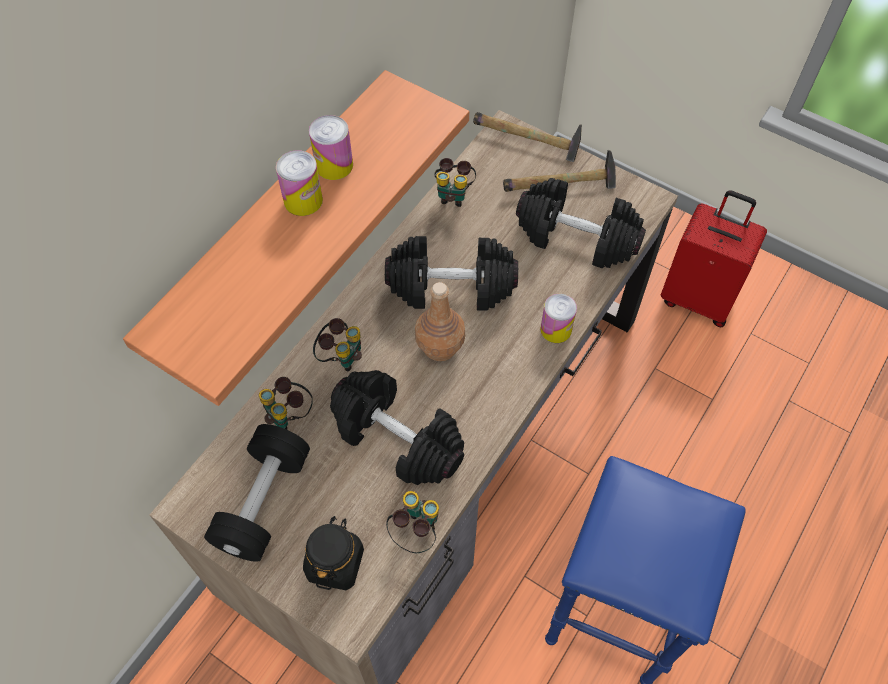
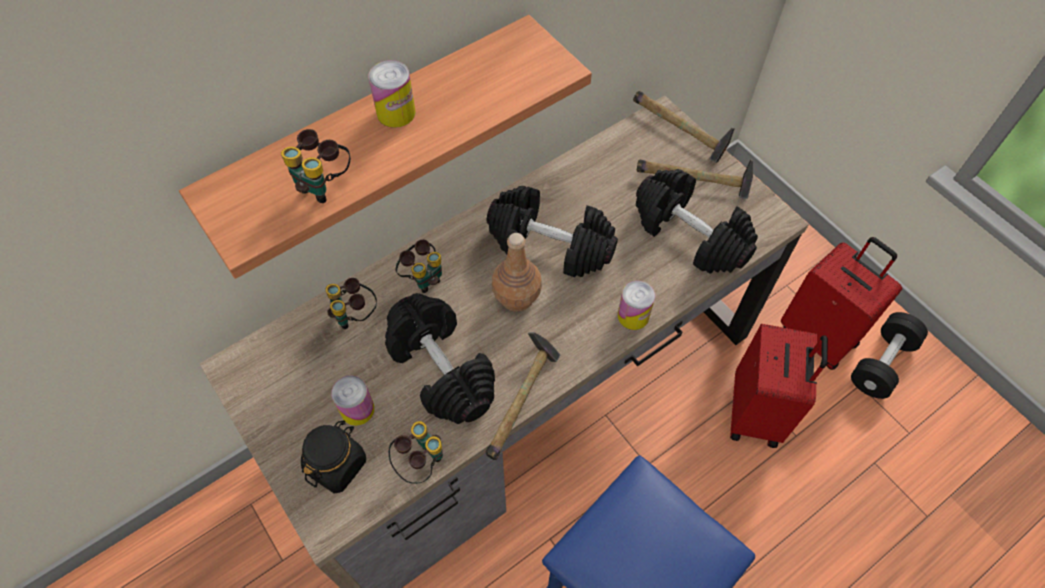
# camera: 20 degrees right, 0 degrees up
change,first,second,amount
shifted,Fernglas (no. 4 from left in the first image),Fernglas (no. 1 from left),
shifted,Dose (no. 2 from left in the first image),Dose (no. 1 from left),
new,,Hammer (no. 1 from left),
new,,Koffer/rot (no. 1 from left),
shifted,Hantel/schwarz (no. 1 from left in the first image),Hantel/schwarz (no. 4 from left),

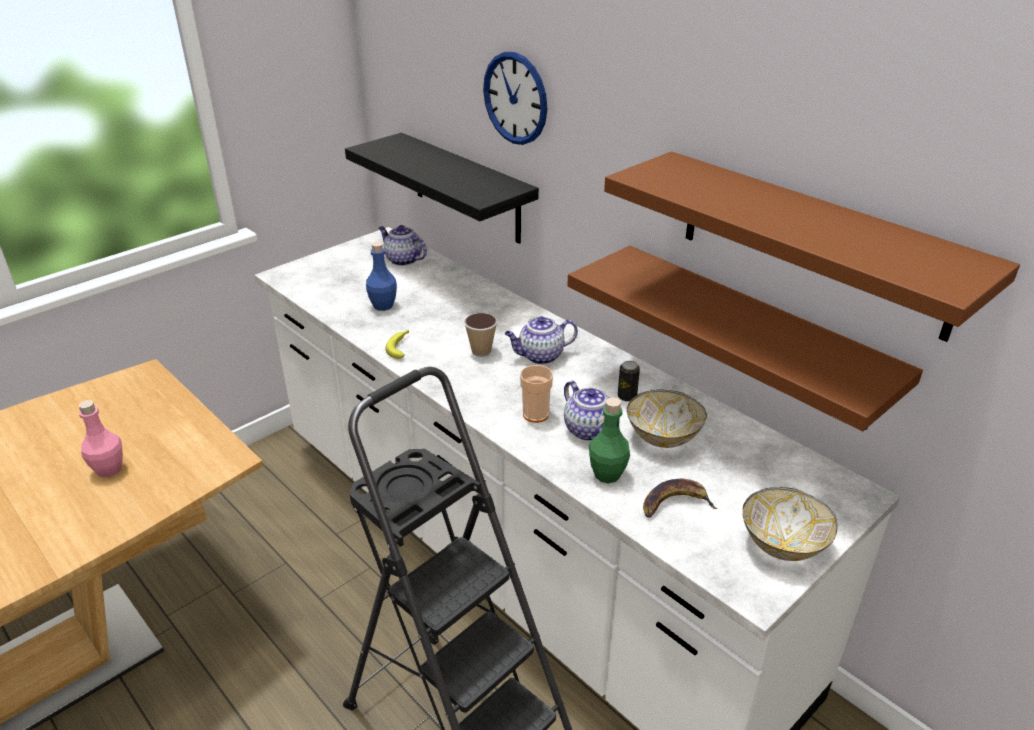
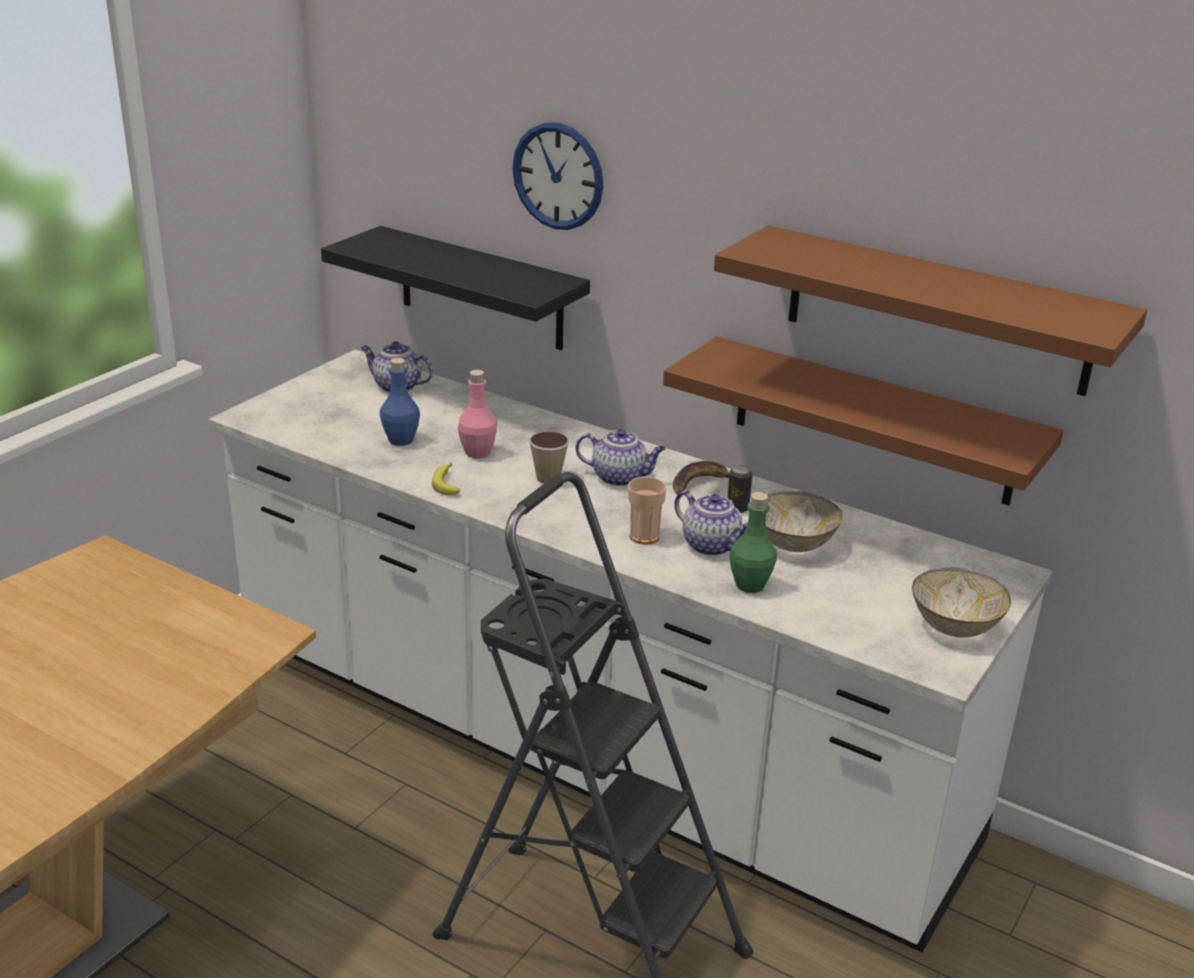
# camera: 15 degrees left, 5 degrees down
change,first,second,amount
shifted,Flasche/rosa,,
rotated,Teekanne (no. 2 from left),,135 degrees counterclockwise
shifted,Banane (no. 2 from left),,

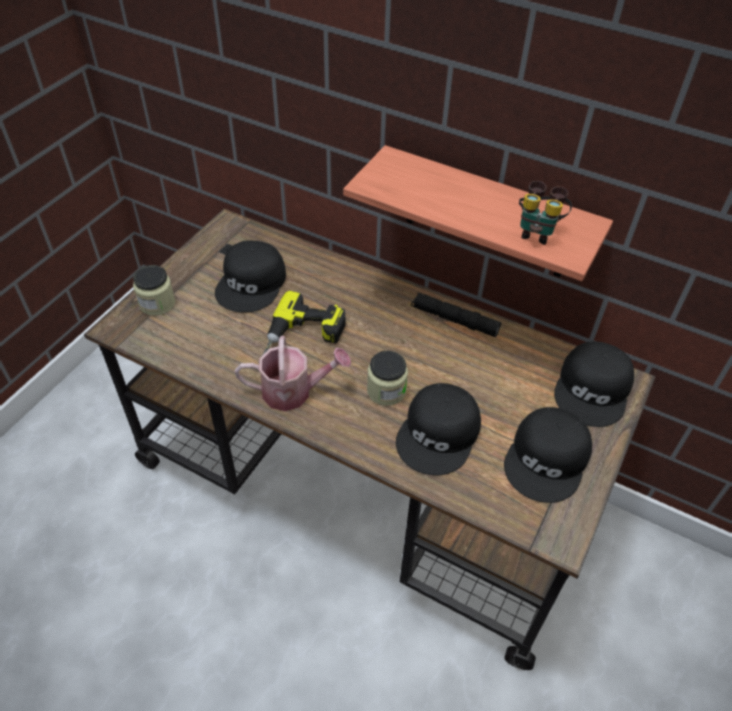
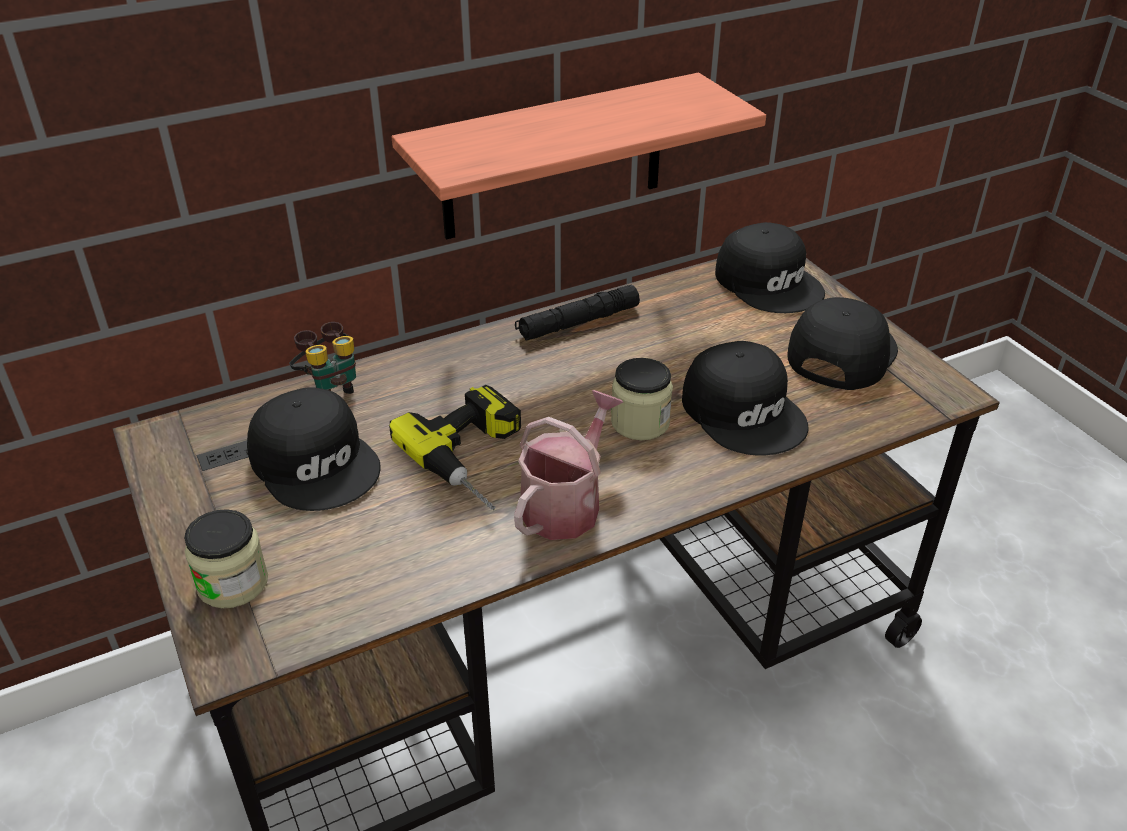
# camera: 55 degrees left, 10 degrees down
change,first,second,amount
shifted,Fernglas,,
rotated,Kappe/schwarz (no. 3 from left in the first image),Kappe/schwarz (no. 4 from left),120 degrees counterclockwise

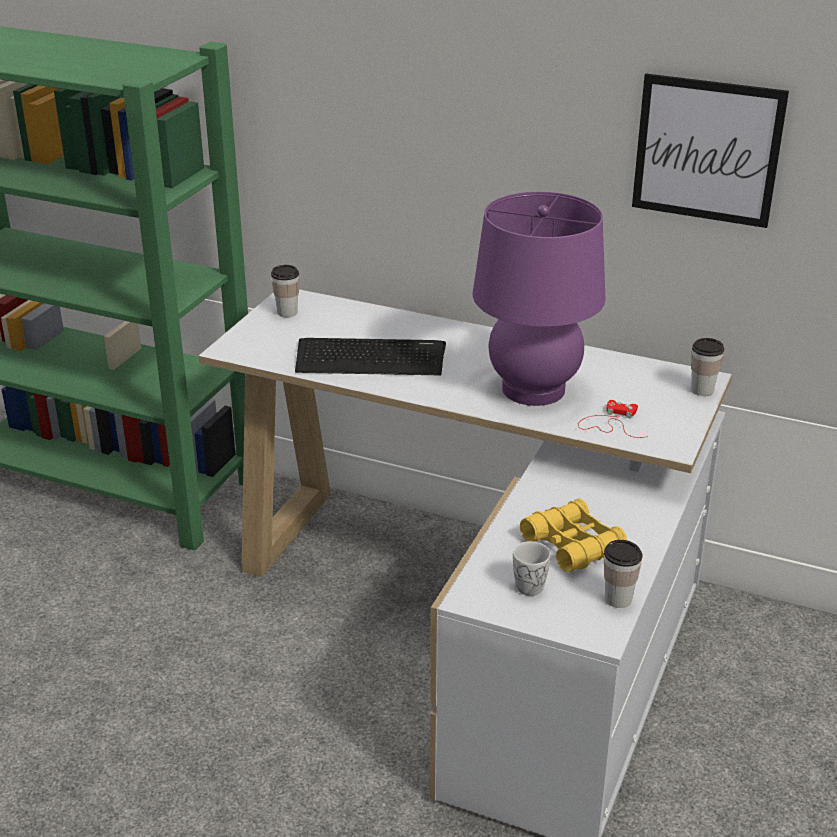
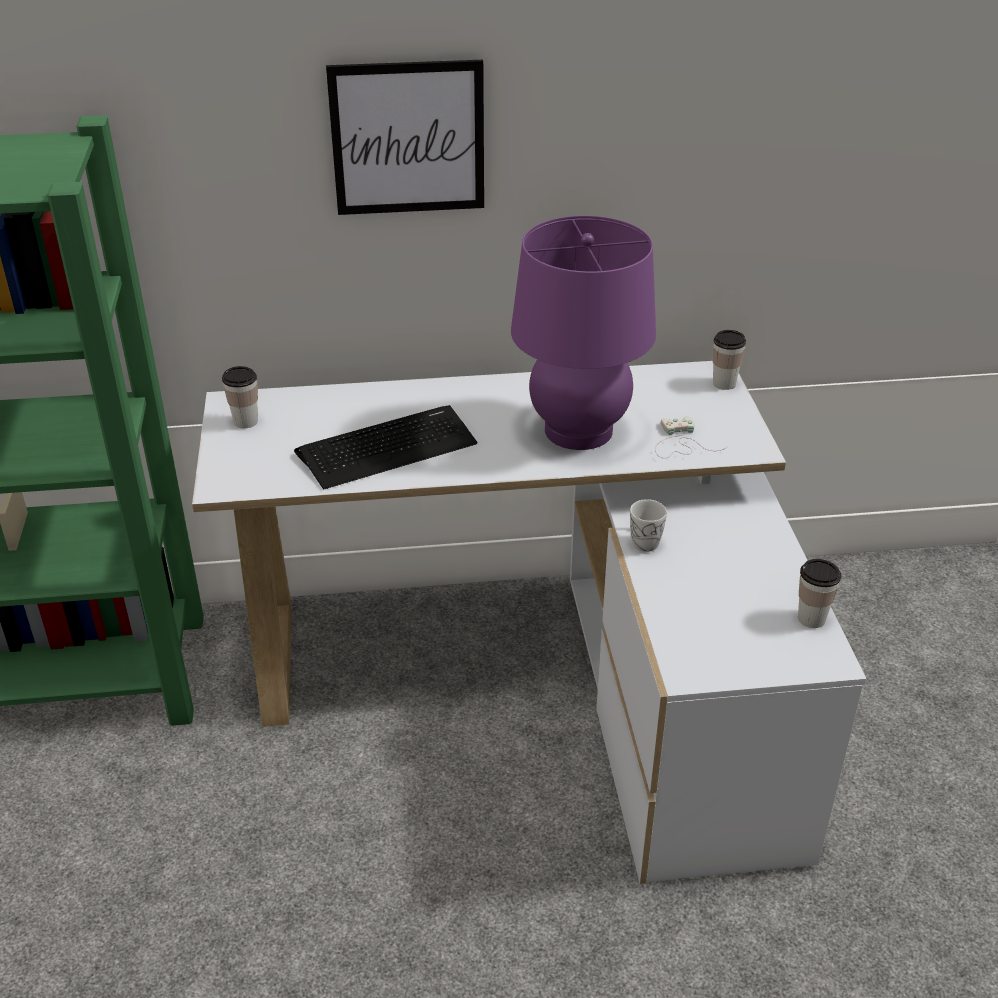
# camera: 30 degrees left, 5 degrees up
change,first,second,amount
shifted,Bild,,
shifted,Henkelbecher/weiß,,
repainted,Gamepad/rot,Gamepad/weiß,
gone,Fernglas/gelb,,

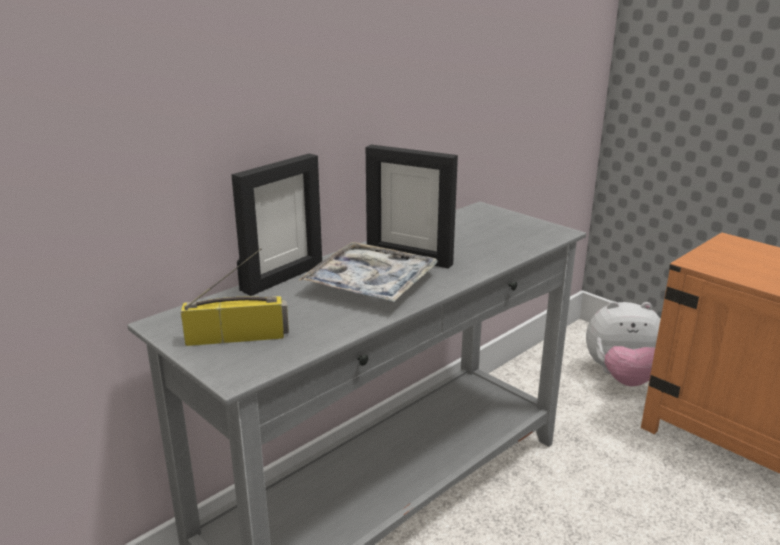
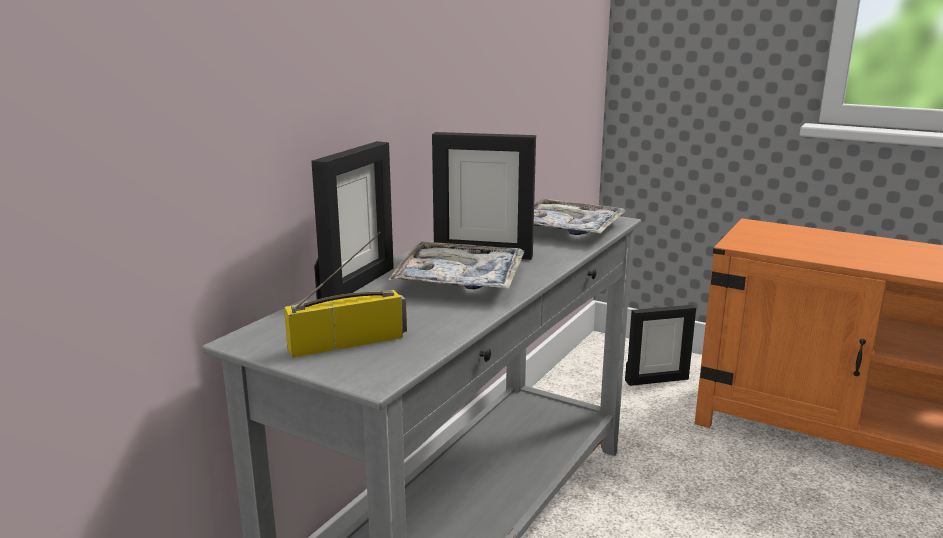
# camera: 15 degrees left, 5 degrees down
change,first,second,amount
new,,Tablett (no. 2 from left),
swapped,Plüschtier,Bilderrahmen (no. 3 from left),

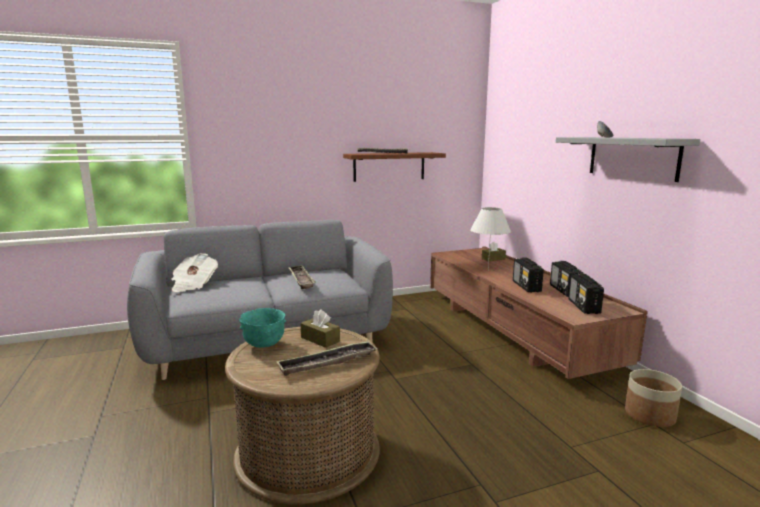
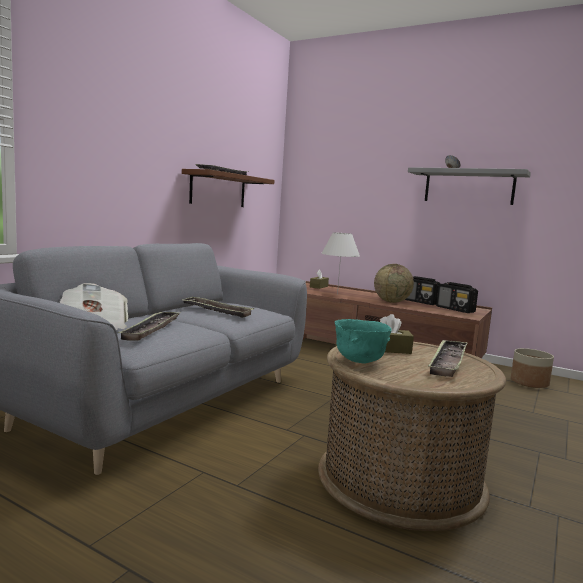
# camera: 40 degrees left, 5 degrees down
change,first,second,amount
new,,Tablett (no. 1 from left),
swapped,Radio (no. 1 from left),Globus,

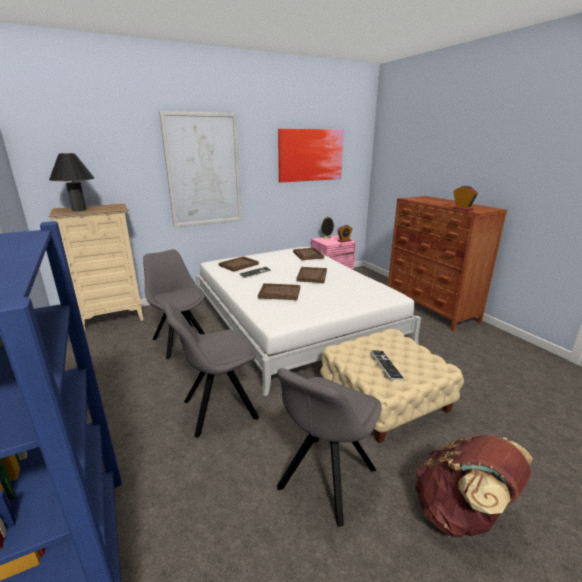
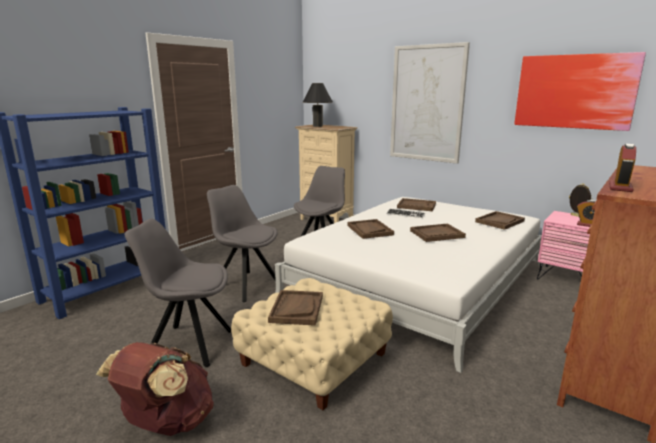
# camera: 65 degrees right, 5 degrees down
change,first,second,amount
swapped,Tastatur (no. 2 from left),Tablett/braun (no. 1 from left),

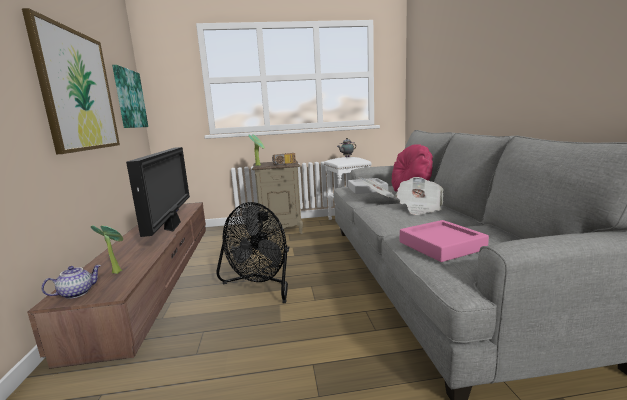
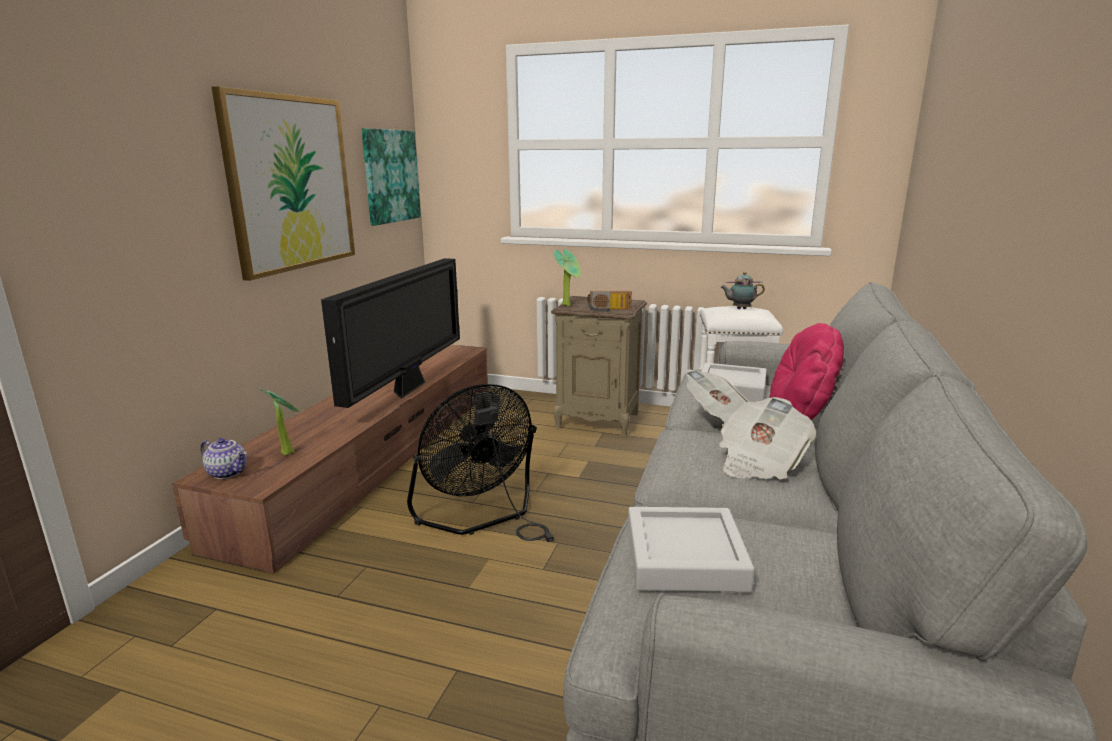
# camera: 25 degrees right, 5 degrees up
change,first,second,amount
rotated,Teekanne (no. 1 from left),,45 degrees clockwise
rotated,Ventilator/schwarz,,90 degrees clockwise
repainted,Tablett/rosa,Tablett/grau (no. 1 from left),

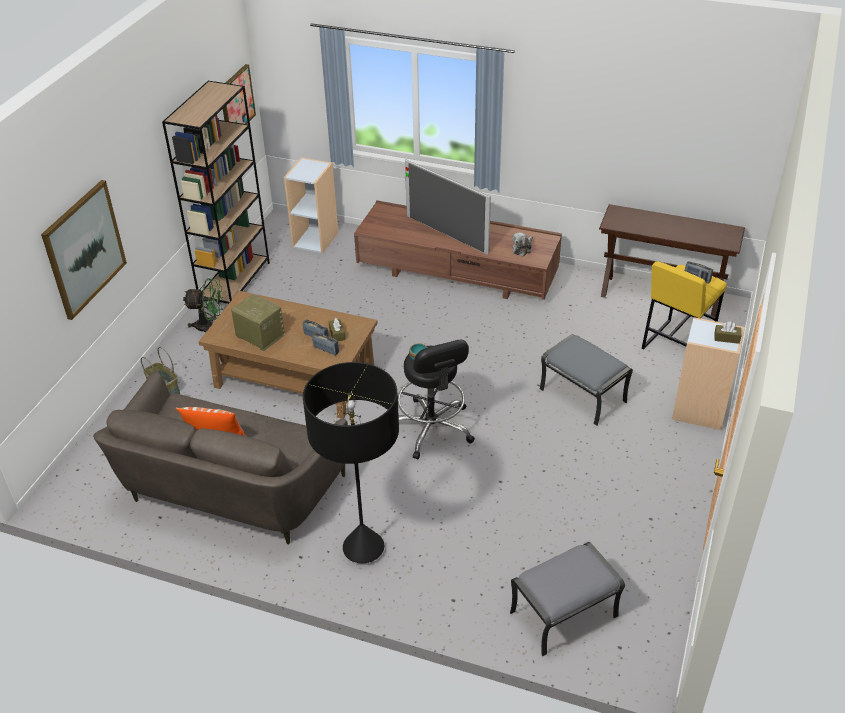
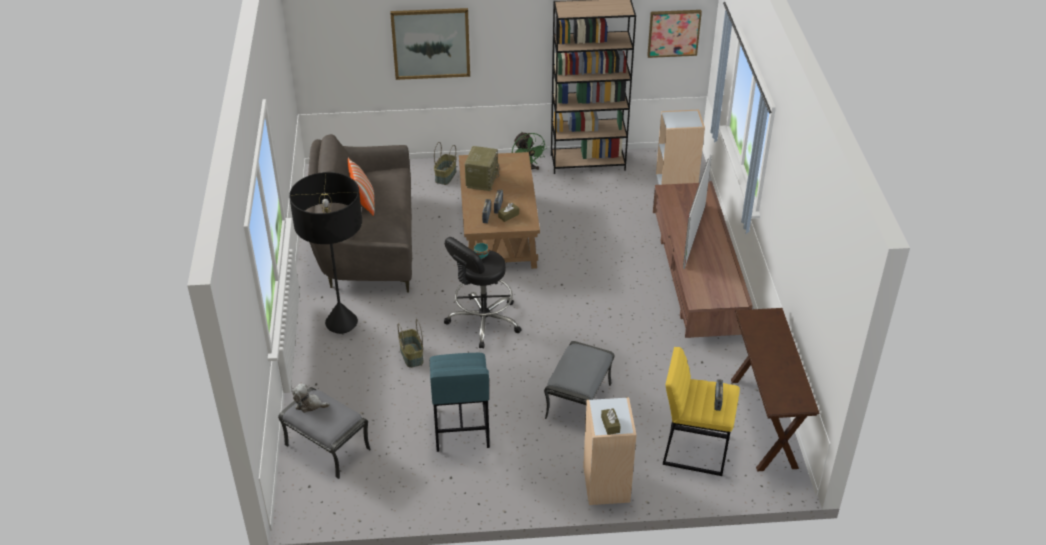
# camera: 65 degrees right, 0 degrees up
change,first,second,amount
shifted,Plüschtier,,
new,,Korb (no. 1 from left),
new,,Hocker/blau,

